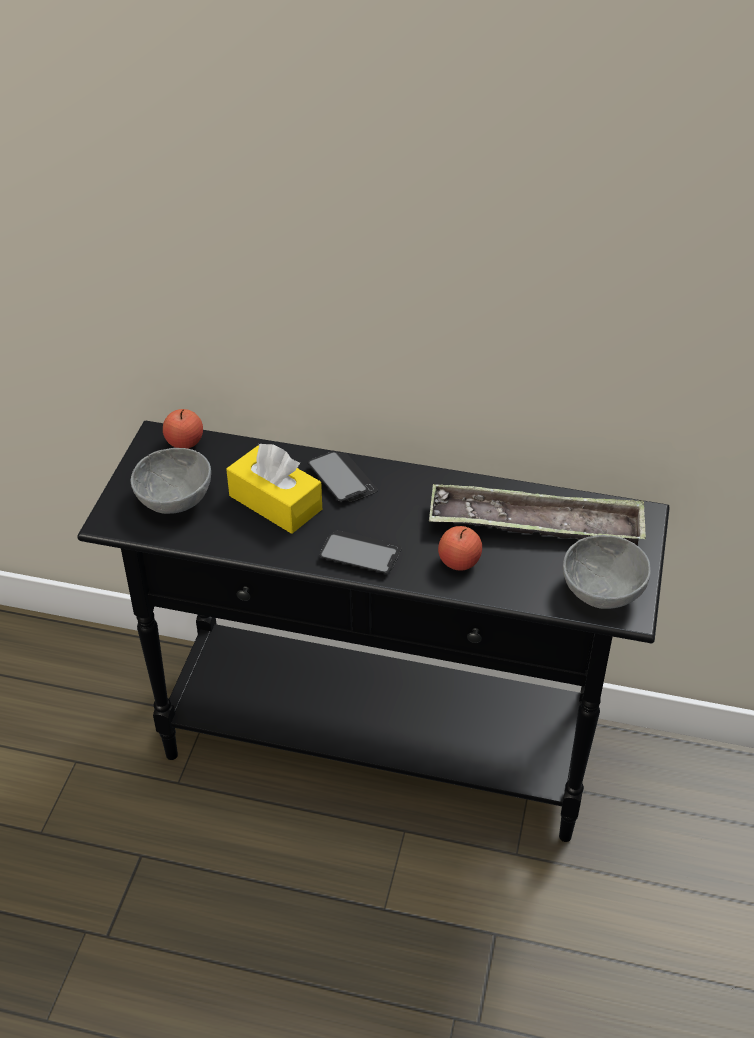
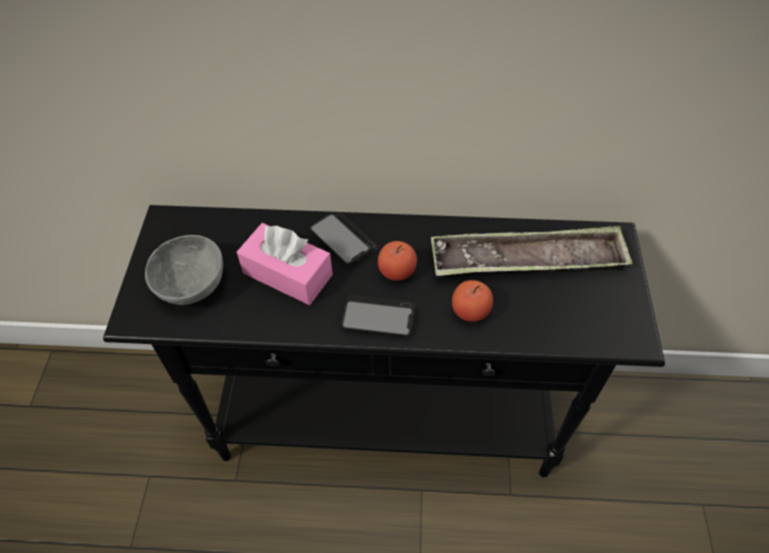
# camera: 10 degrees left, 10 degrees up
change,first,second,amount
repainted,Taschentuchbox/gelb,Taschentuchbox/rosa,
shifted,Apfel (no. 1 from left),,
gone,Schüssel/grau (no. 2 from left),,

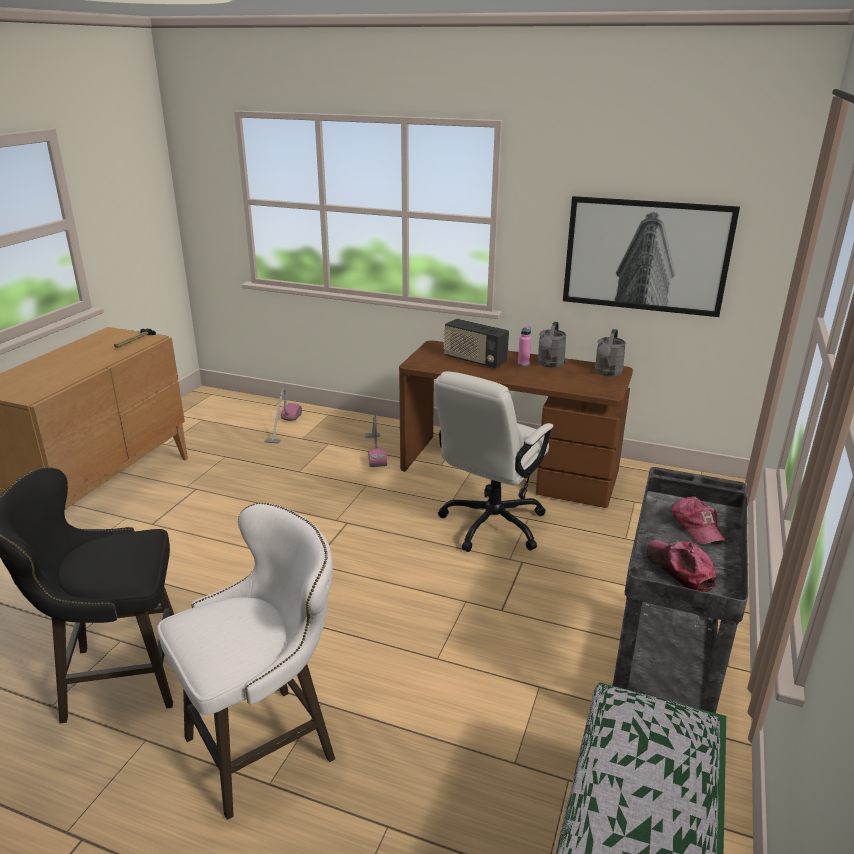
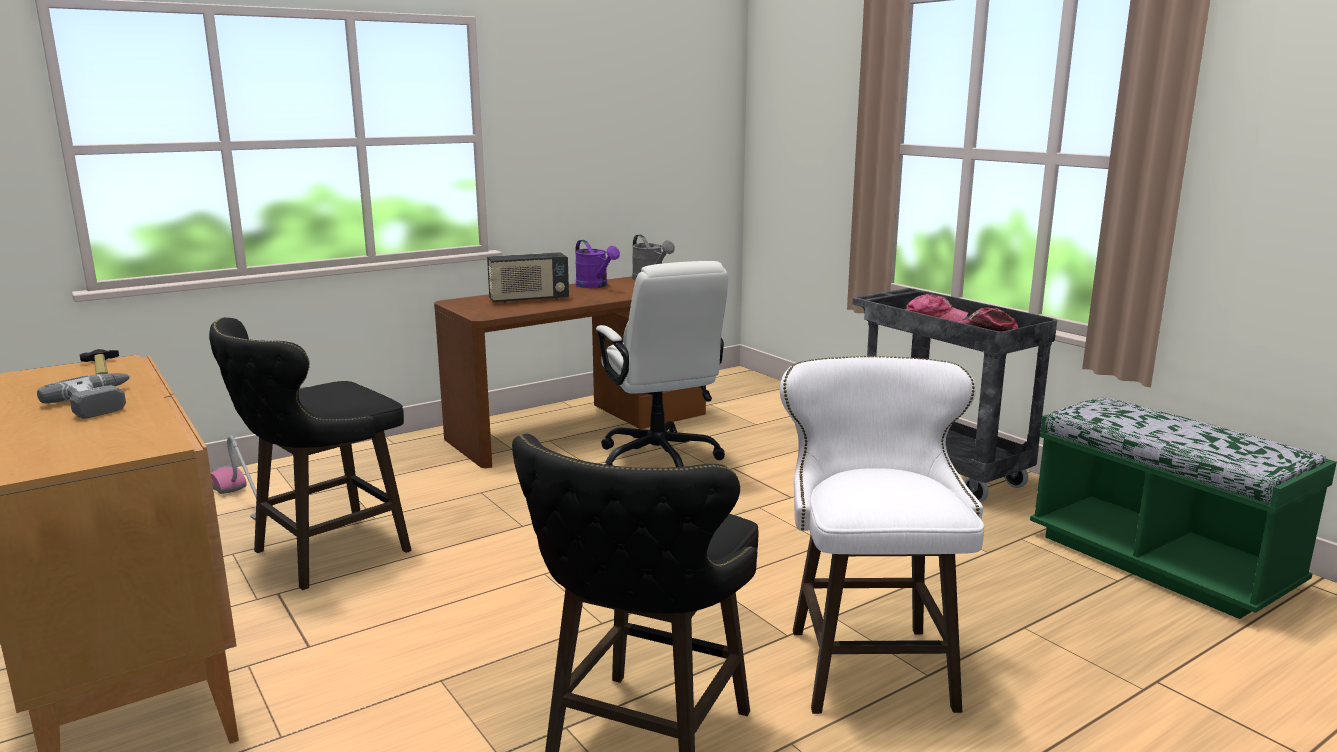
# camera: 55 degrees left, 10 degrees down
change,first,second,amount
new,,Bohrmaschine,
new,,Hocker/schwarz (no. 1 from left),
repainted,Gießkanne/grau (no. 1 from left),Gießkanne/lila,
gone,Staubsauger (no. 2 from left),,
gone,Flasche/rosa,,
gone,Bild,,

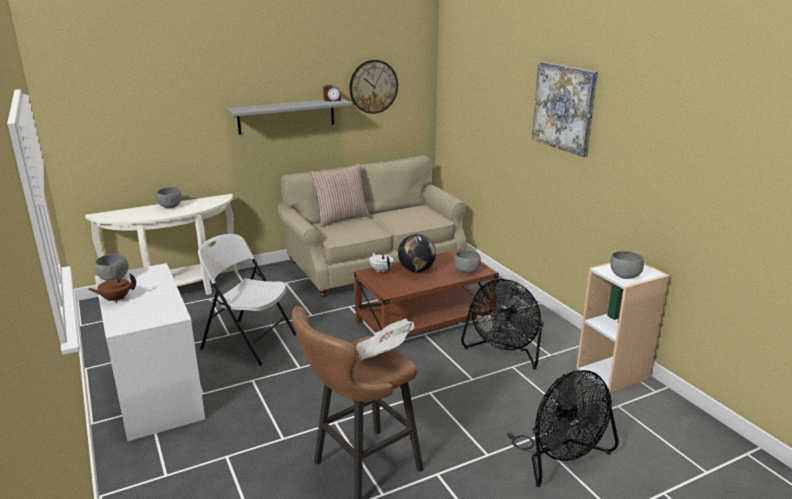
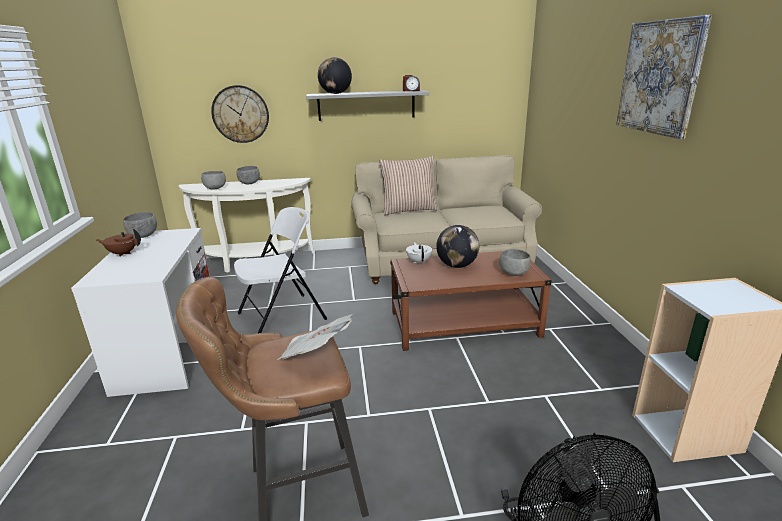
# camera: 20 degrees right, 0 degrees up
change,first,second,amount
shifted,Schüssel/grau (no. 4 from left in the first image),Schüssel/grau (no. 2 from left),
shifted,Wanduhr,,
rotated,Stuhl/weiß,,105 degrees clockwise
new,,Globus (no. 1 from left),
gone,Ventilator/schwarz (no. 1 from left),,

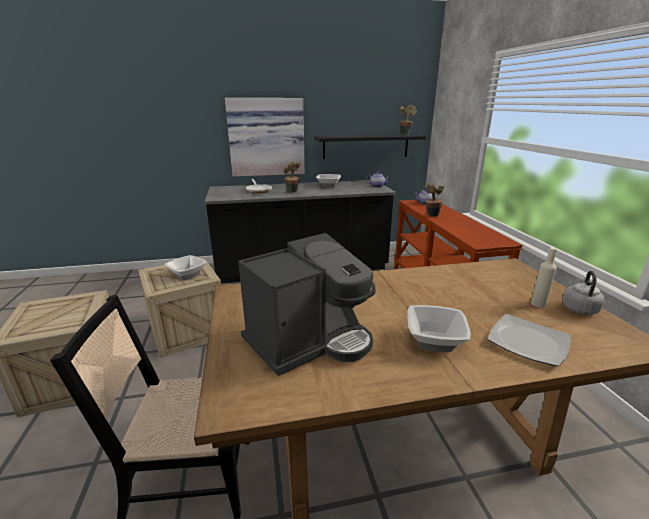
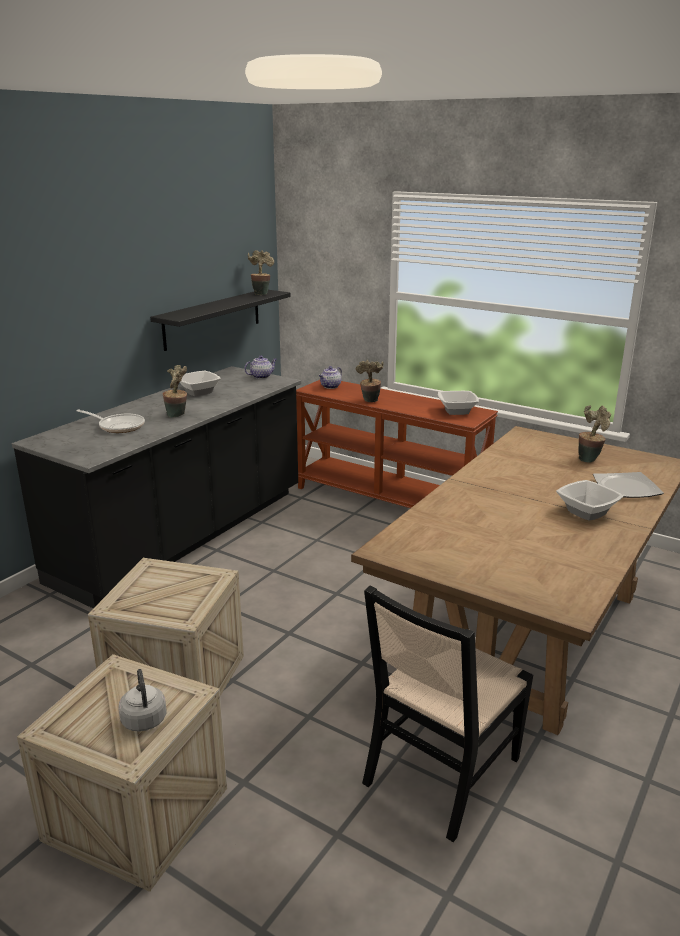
# camera: 45 degrees left, 0 degrees up
change,first,second,amount
shifted,Wasserkessel/grau,,
shifted,Schüssel (no. 1 from left in the first image),Schüssel (no. 2 from left),
swapped,Flasche/beige,Topfpflanze (no. 4 from left),
gone,Bild,,
gone,Kaffeemaschine,,

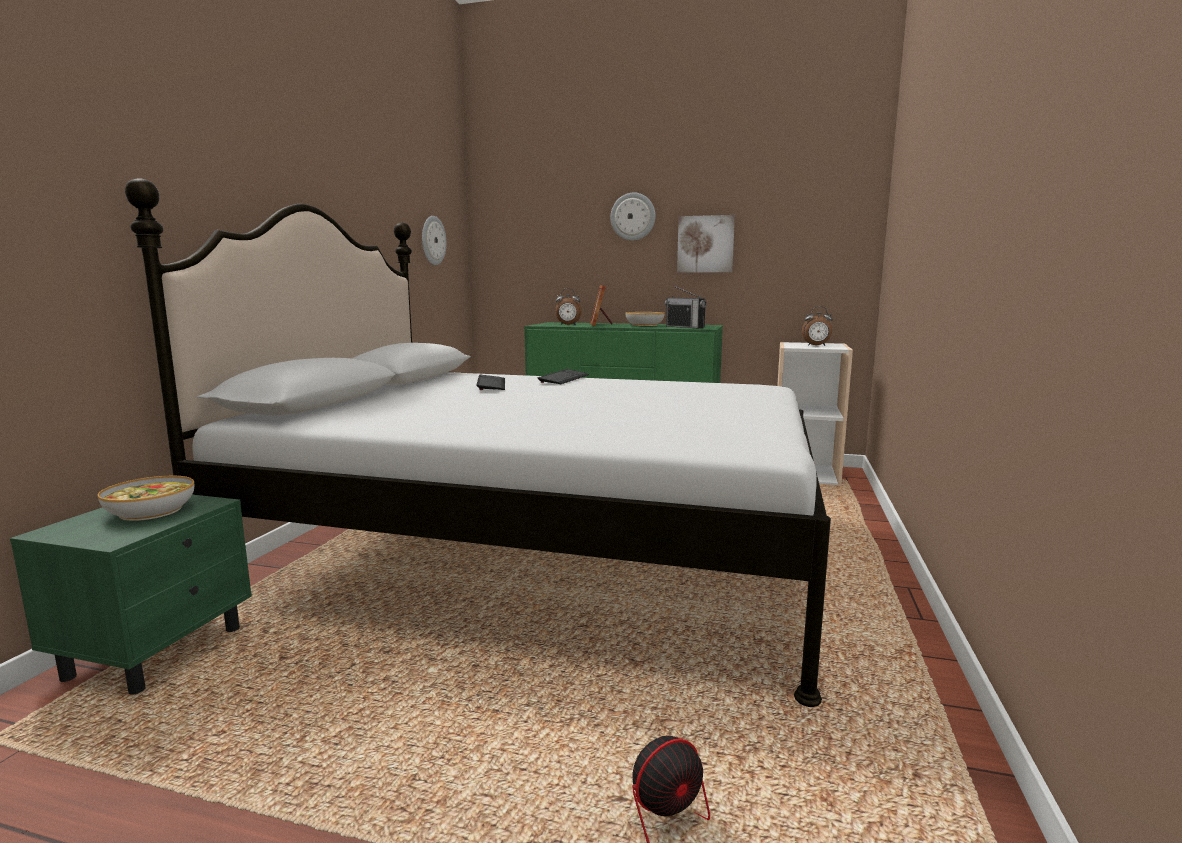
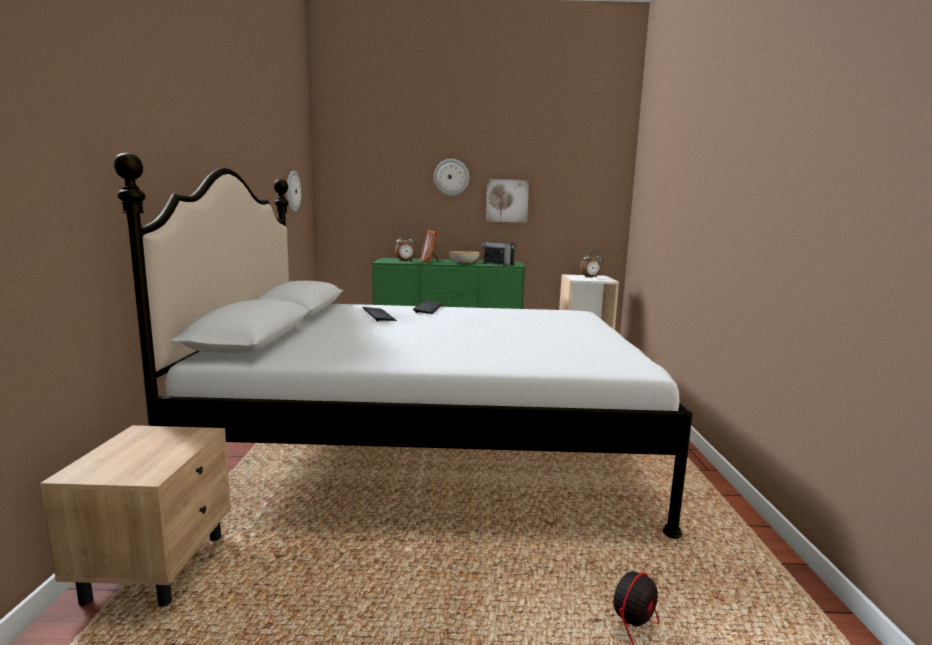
# camera: 15 degrees left, 0 degrees up
change,first,second,amount
repainted,Nachttisch/grün,Nachttisch/beige,
gone,Schüssel (no. 1 from left),,

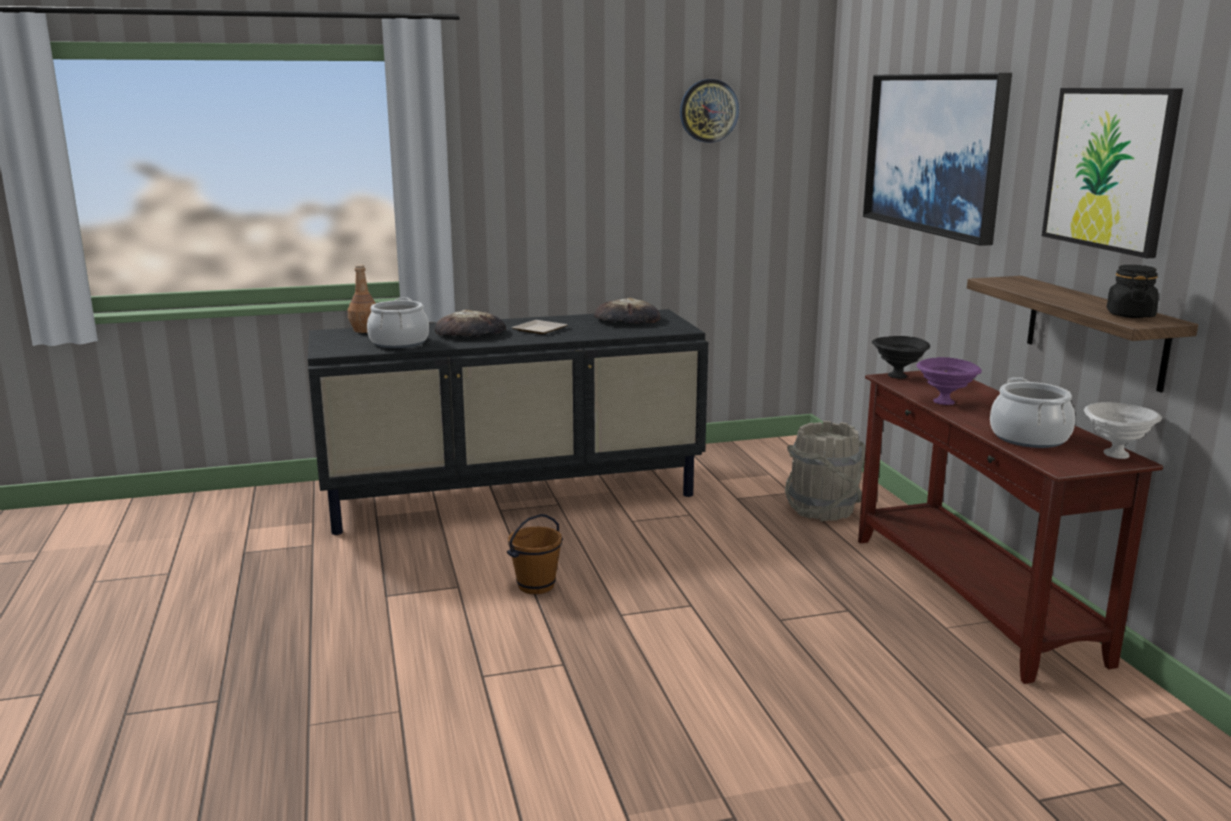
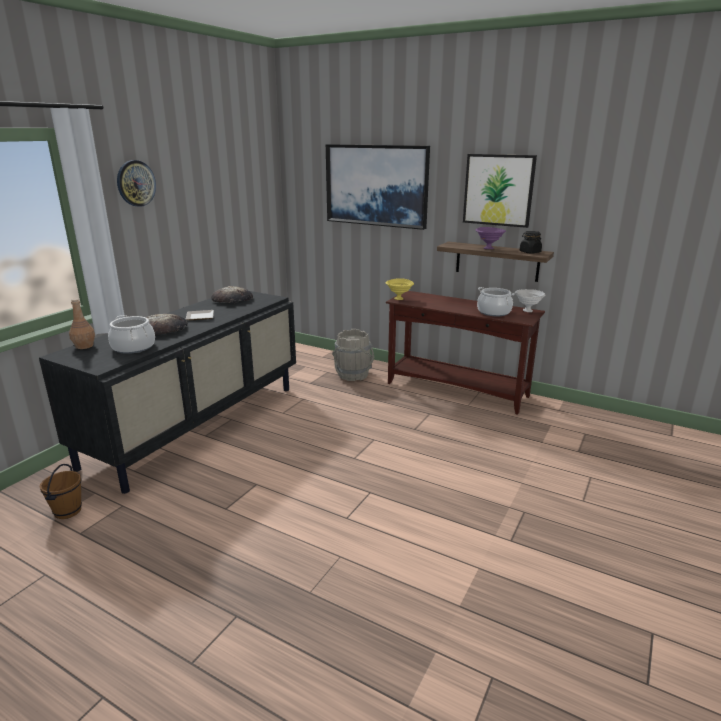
# camera: 45 degrees left, 5 degrees up
change,first,second,amount
shifted,Eimer/braun,,
shifted,Wanduhr,,
repainted,Schüssel/schwarz,Schüssel/gelb,
shifted,Schüssel/lila,,

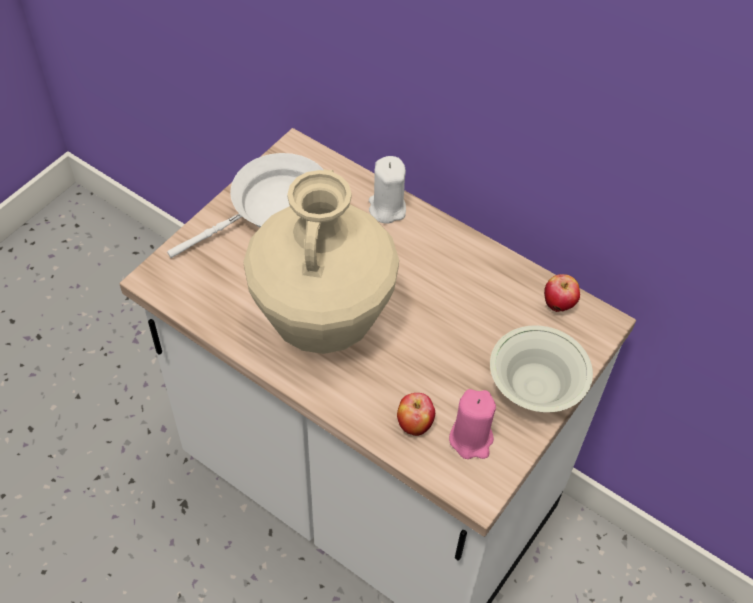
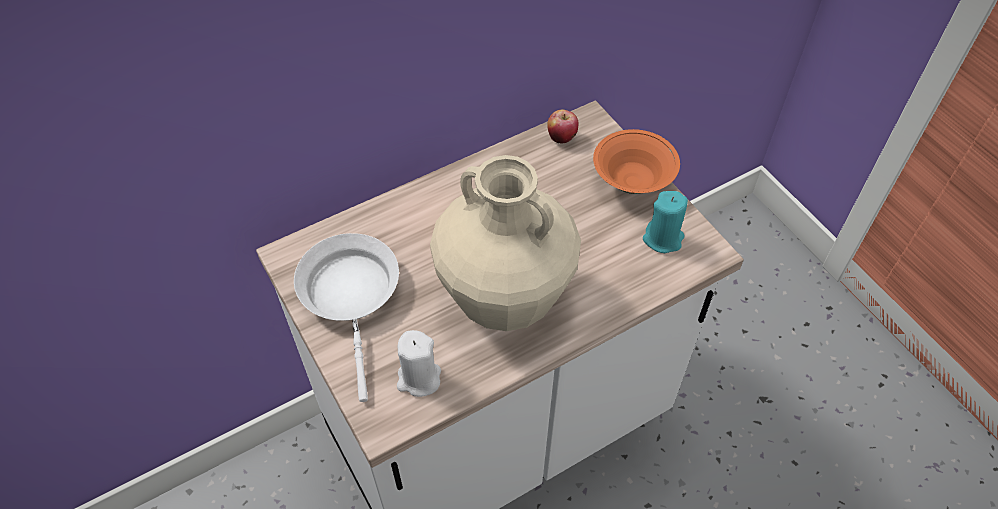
# camera: 65 degrees left, 0 degrees up
change,first,second,amount
shifted,Kerze/weiß,,
repainted,Schüssel/weiß,Schüssel/orange,
repainted,Kerze/rosa,Kerze/türkis,
gone,Apfel (no. 1 from left),,

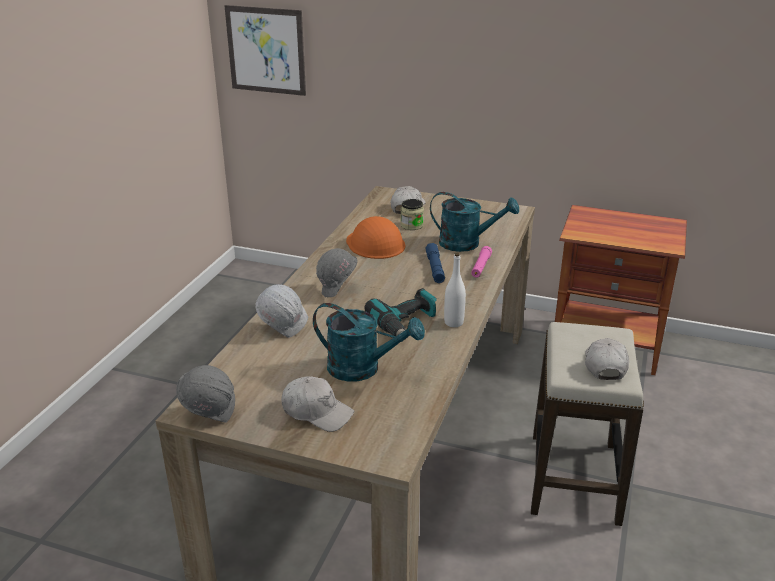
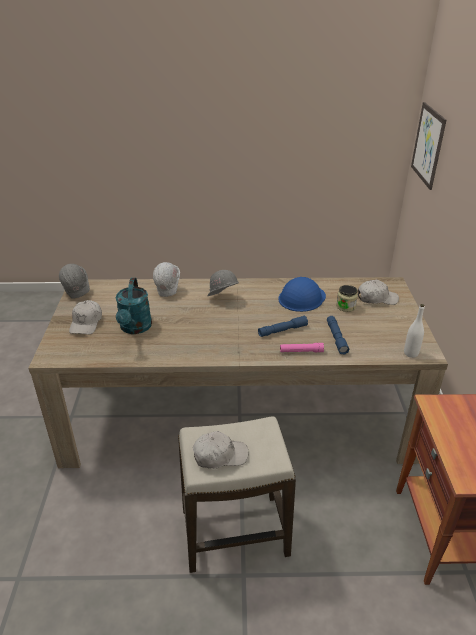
# camera: 70 degrees right, 5 degrees up
change,first,second,amount
repainted,Schutzhelm/orange,Schutzhelm/blau,
swapped,Gießkanne/türkis (no. 2 from left),Taschenlampe/blau (no. 2 from left),
shifted,Flasche/weiß,,
gone,Bohrmaschine,,

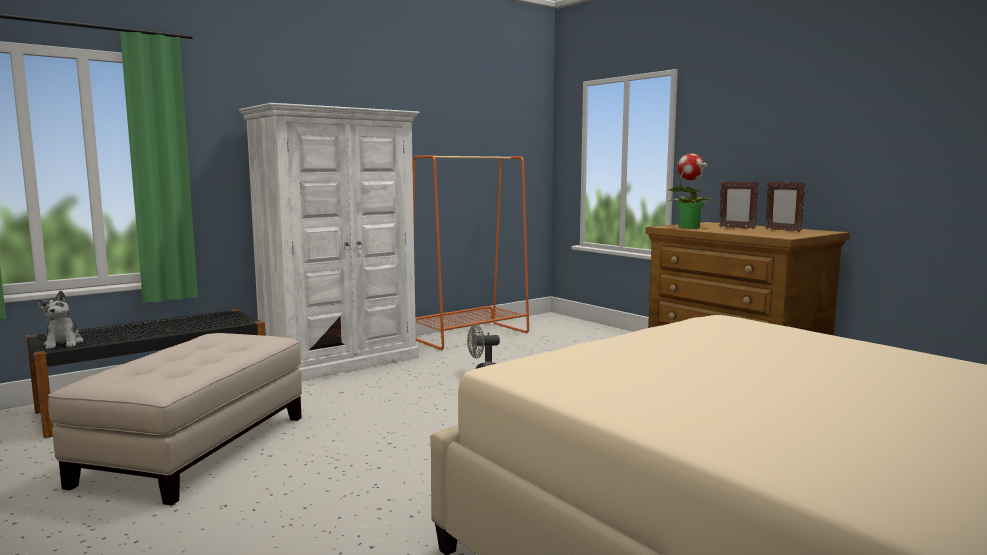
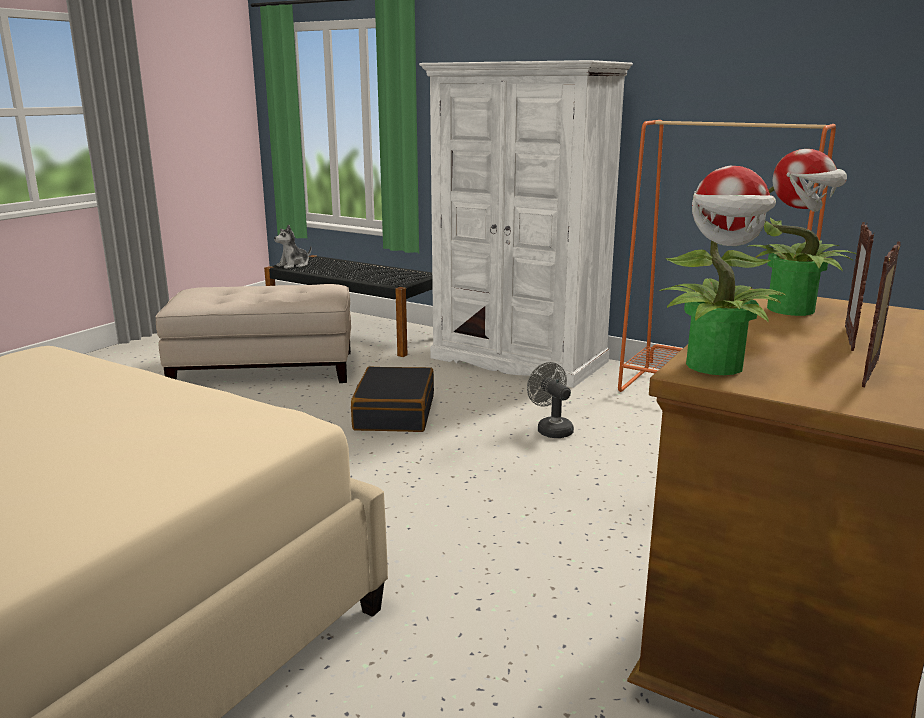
# camera: 70 degrees right, 10 degrees up
change,first,second,amount
new,,Koffer/schwarz,
new,,Topfpflanze (no. 1 from left),

